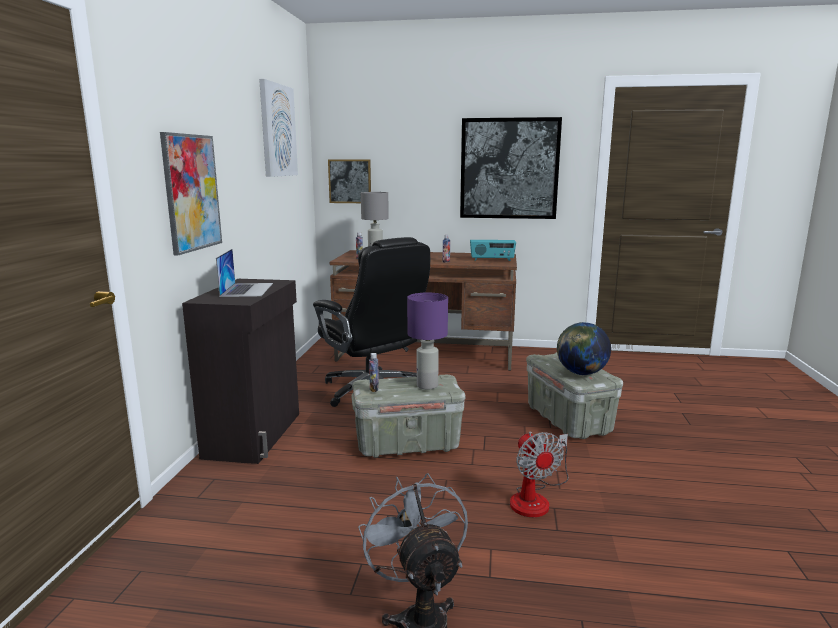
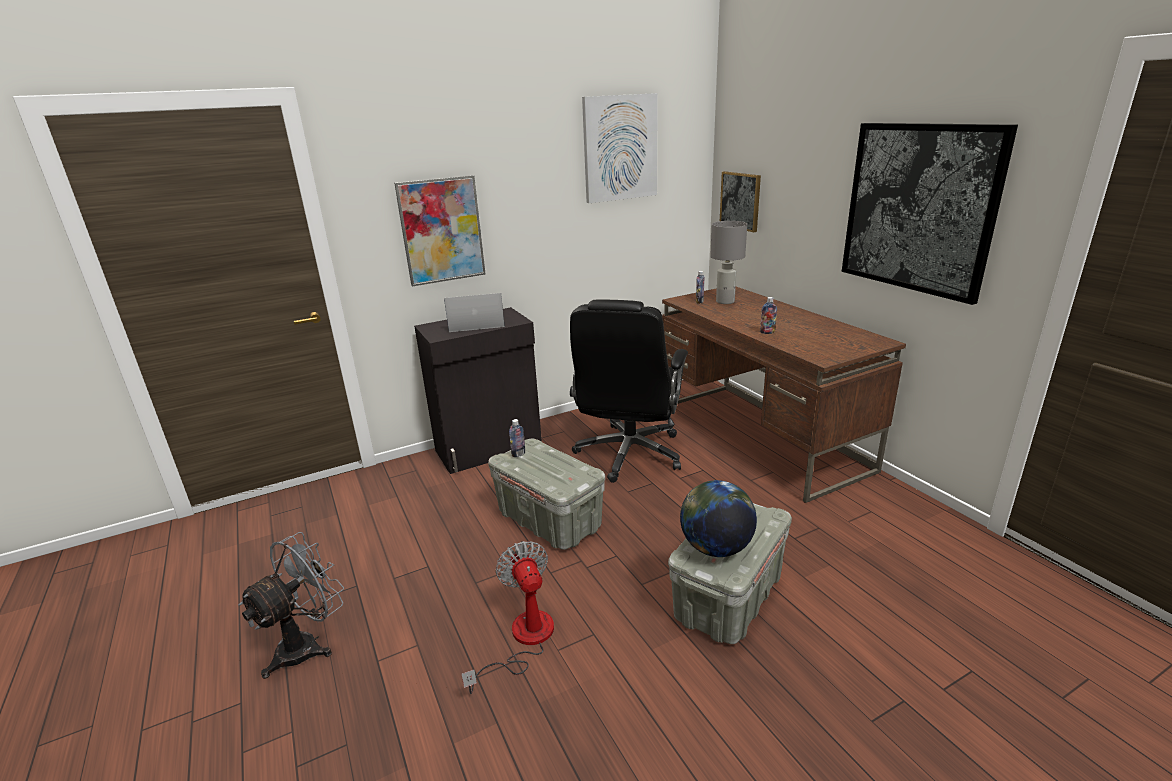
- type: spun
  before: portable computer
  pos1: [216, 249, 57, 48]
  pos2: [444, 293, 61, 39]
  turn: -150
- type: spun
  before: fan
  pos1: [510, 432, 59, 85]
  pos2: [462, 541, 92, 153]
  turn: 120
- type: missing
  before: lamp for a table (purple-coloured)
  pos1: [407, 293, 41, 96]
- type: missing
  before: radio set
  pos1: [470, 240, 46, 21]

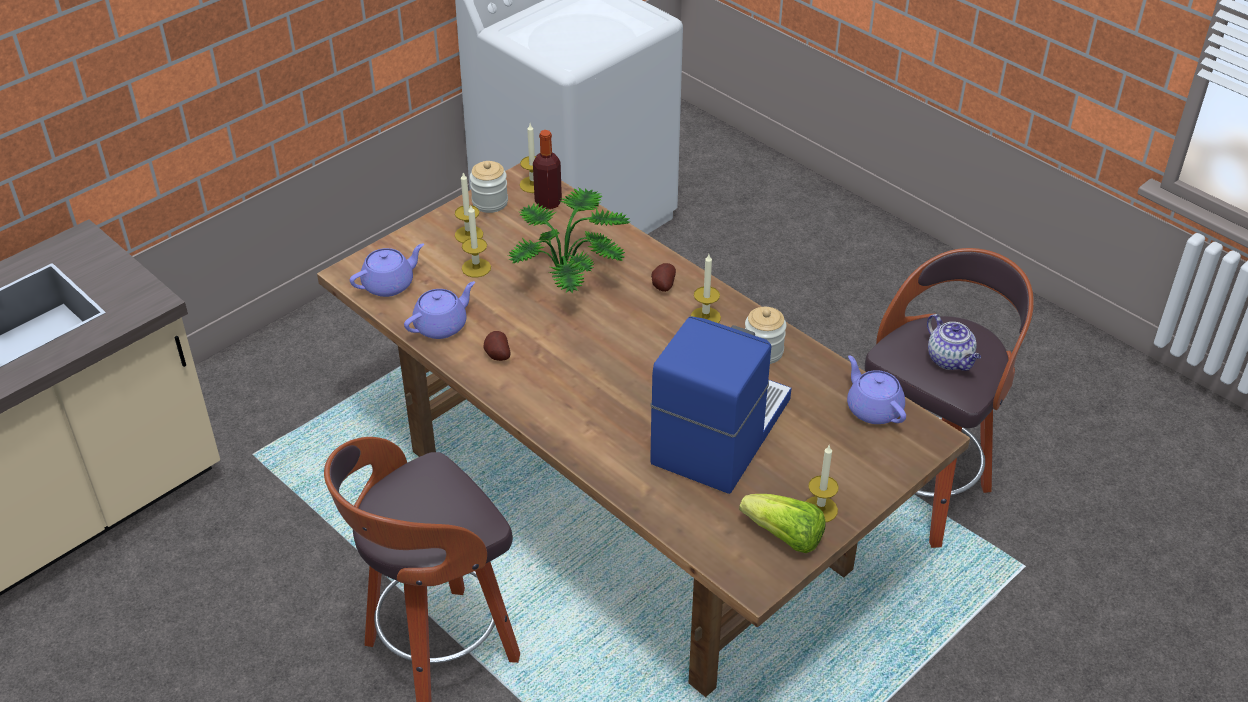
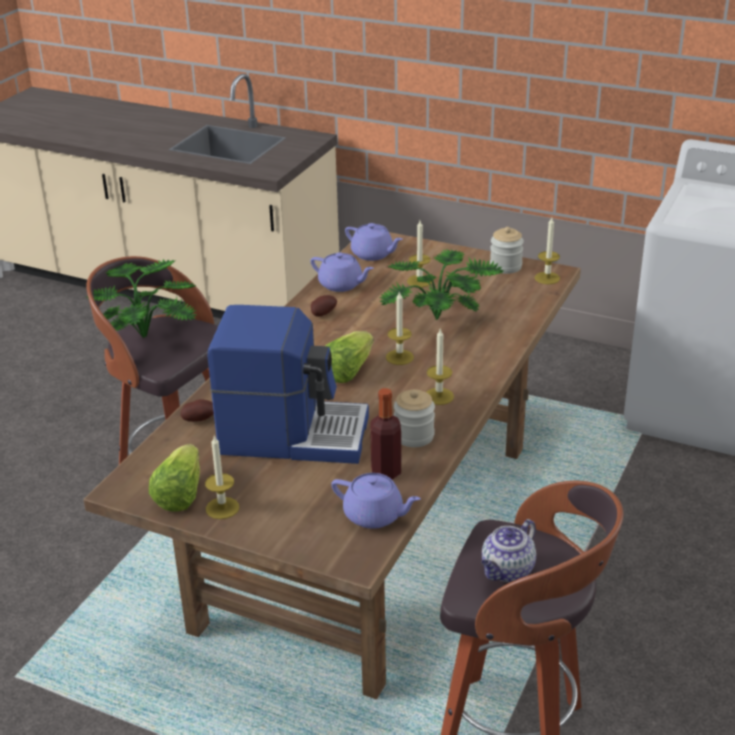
- type: appeared
  after: plant in a pot
  pos2: [87, 259, 110, 79]
- type: relocated
  before: whole potato
  pos1: [651, 263, 25, 29]
  pos2: [181, 399, 33, 23]
- type: appeared
  after: lettuce head
  pos2: [325, 331, 49, 52]
- type: spun
  before: teapot (purple-coloured)
  pos1: [847, 356, 59, 68]
  pos2: [331, 473, 90, 56]
  turn: 75
- type: relocated
  before: bottle
  pos1: [533, 130, 29, 79]
  pos2: [370, 388, 31, 92]
- type: relocated
  before: wax candle
  pos1: [455, 172, 28, 71]
  pos2: [386, 291, 28, 74]

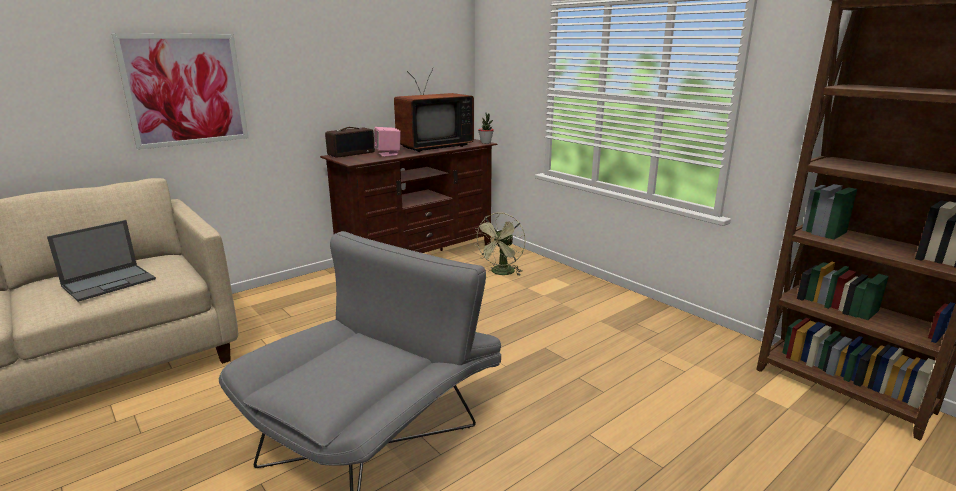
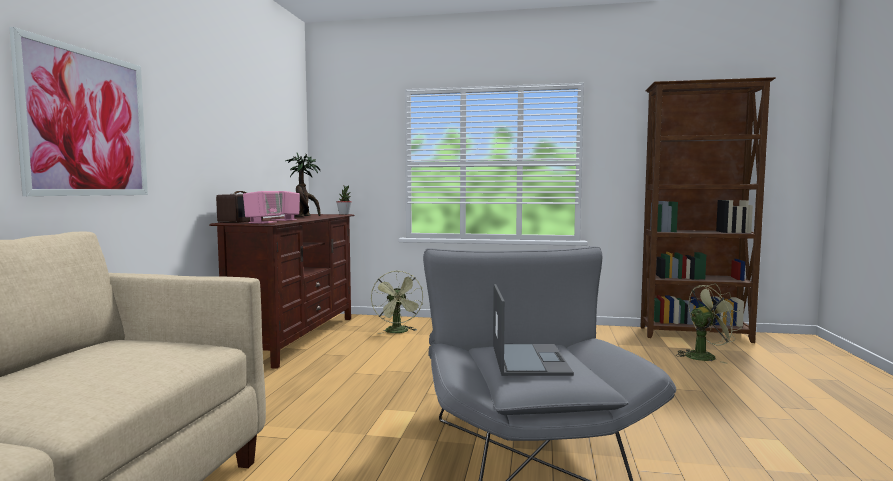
- type: appeared
  after: speaker (pink)
  pos2: [243, 191, 38, 32]
- type: exchanged
  before: television
  after: plant in a pot
  pos1: [394, 68, 80, 84]
  pos2: [286, 153, 35, 64]
- type: relocated
  before: portable computer
  pos1: [47, 220, 109, 82]
  pos2: [493, 284, 81, 92]
- type: appeared
  after: fan (green-coloured)
  pos2: [676, 284, 66, 80]

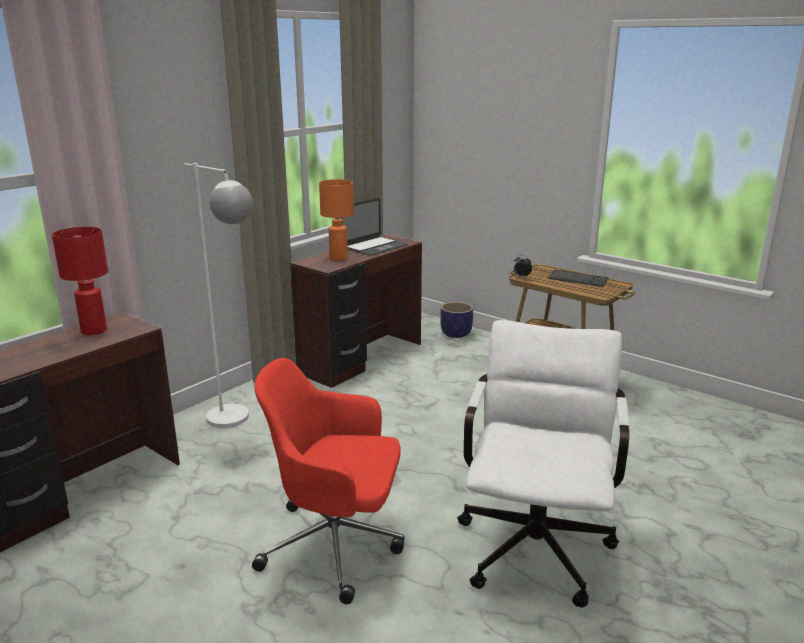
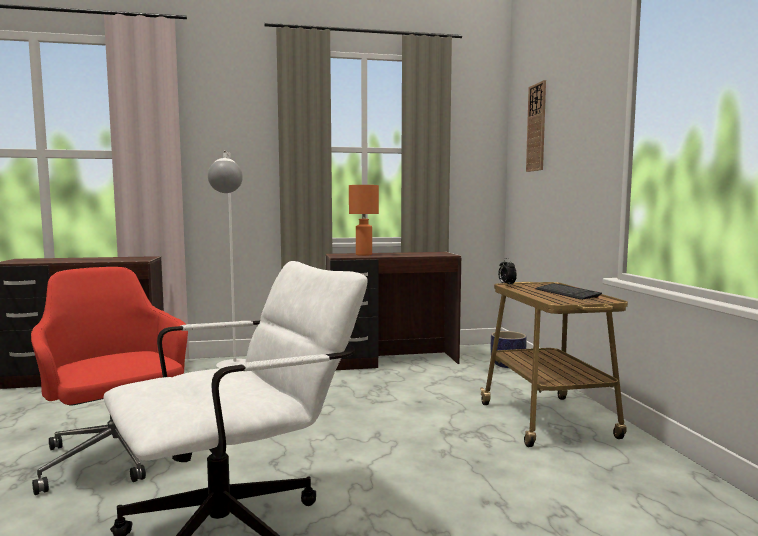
- type: appeared
  after: clock on the wall
  pos2: [526, 80, 20, 92]
- type: missing
  before: lamp for a table (red)
  pos1: [52, 227, 56, 108]
- type: missing
  before: portable computer
  pos1: [340, 198, 69, 58]

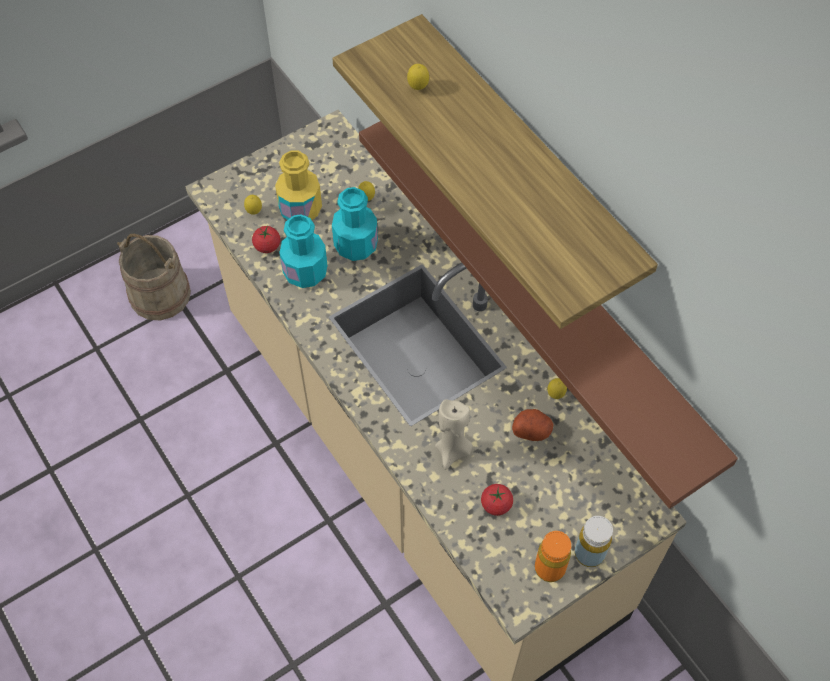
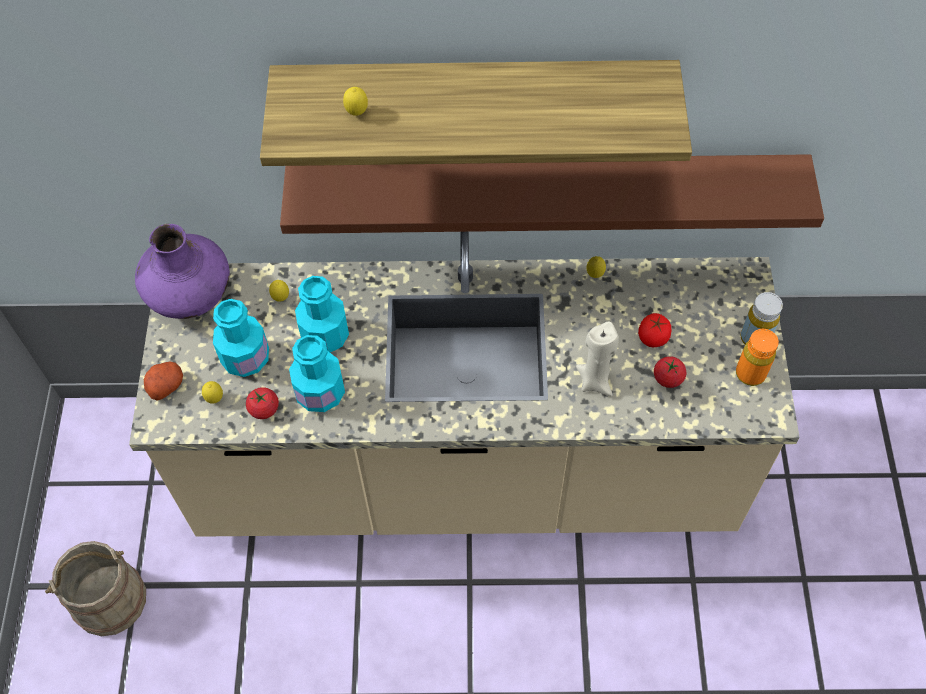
- type: appeared
  after: decorative vase (purple-coloured)
  pos2: [135, 224, 95, 95]
- type: relocated
  before: whole potato
  pos1: [512, 409, 41, 32]
  pos2: [144, 362, 39, 39]
- type: colour
  before: bottle (yellowish)
  after: bottle (turquoise)
  pos1: [275, 150, 47, 70]
  pos2: [213, 299, 56, 78]
- type: appeared
  after: tomato
  pos2: [638, 313, 33, 34]

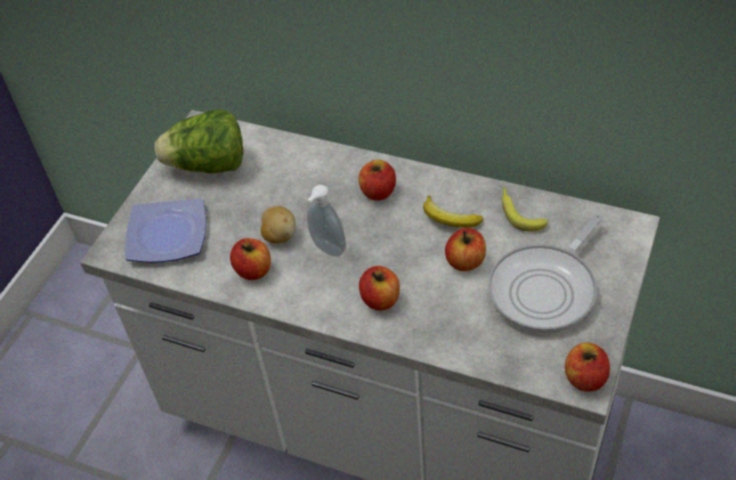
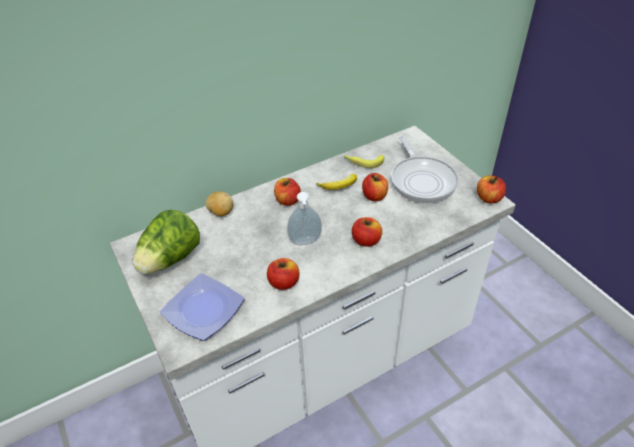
- type: relocated
  before: whole potato
  pos1: [261, 206, 35, 38]
  pos2: [205, 192, 29, 24]

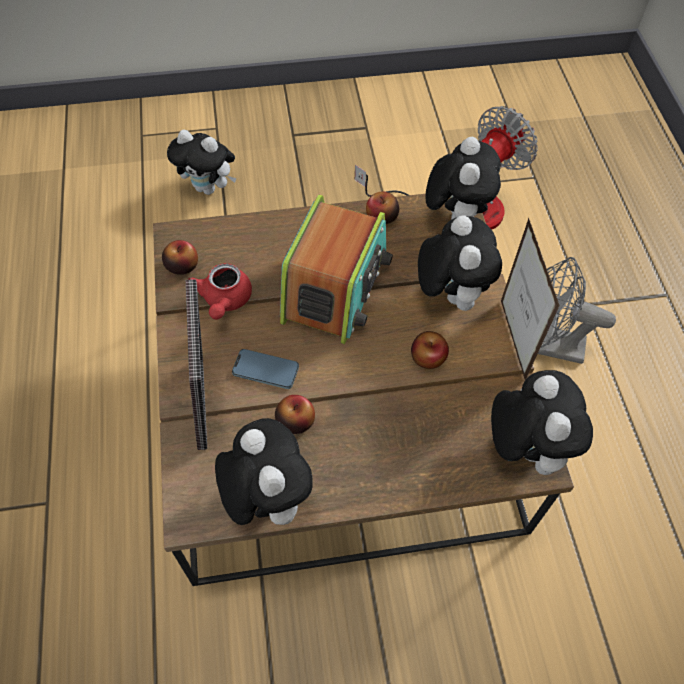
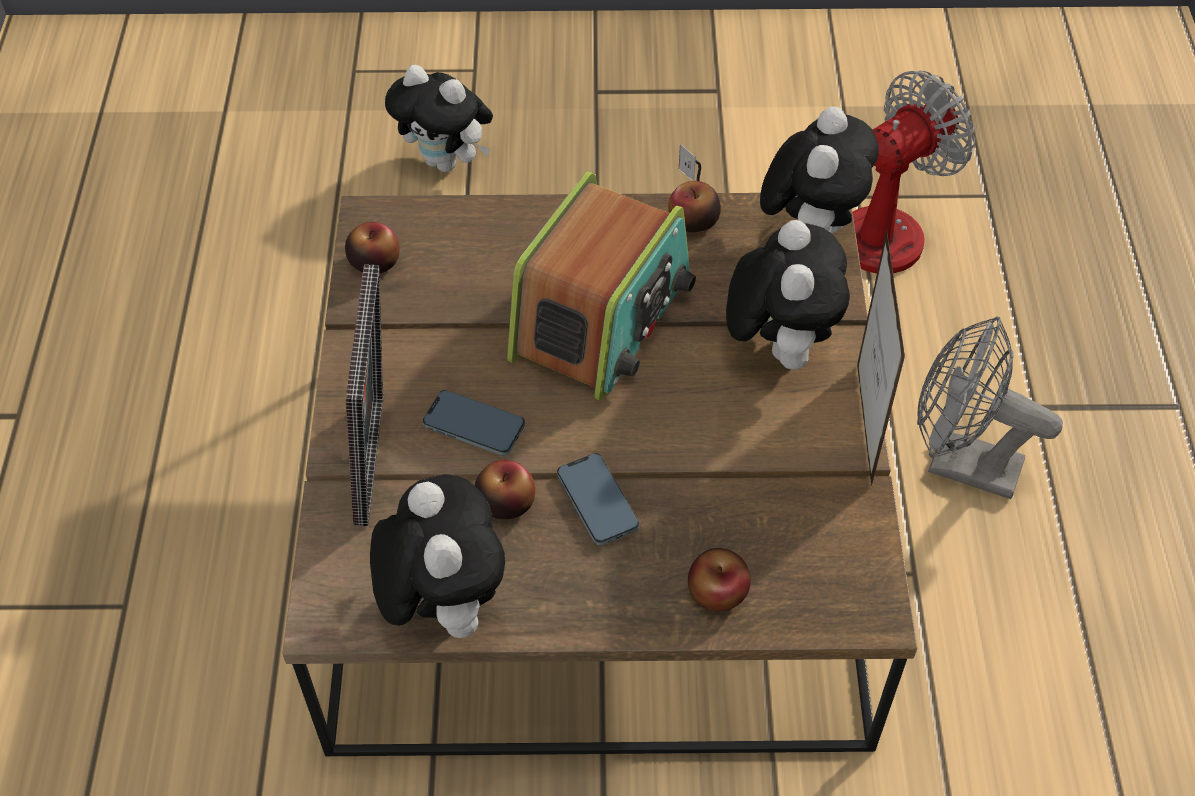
- type: appeared
  after: telephone
  pos2: [557, 453, 82, 92]
- type: relocated
  before: apple fruit
  pos1: [411, 331, 38, 38]
  pos2: [688, 548, 63, 64]
- type: missing
  before: teapot (red)
  pos1: [188, 263, 64, 57]
- type: missing
  before: soft toy
  pos1: [491, 370, 102, 105]

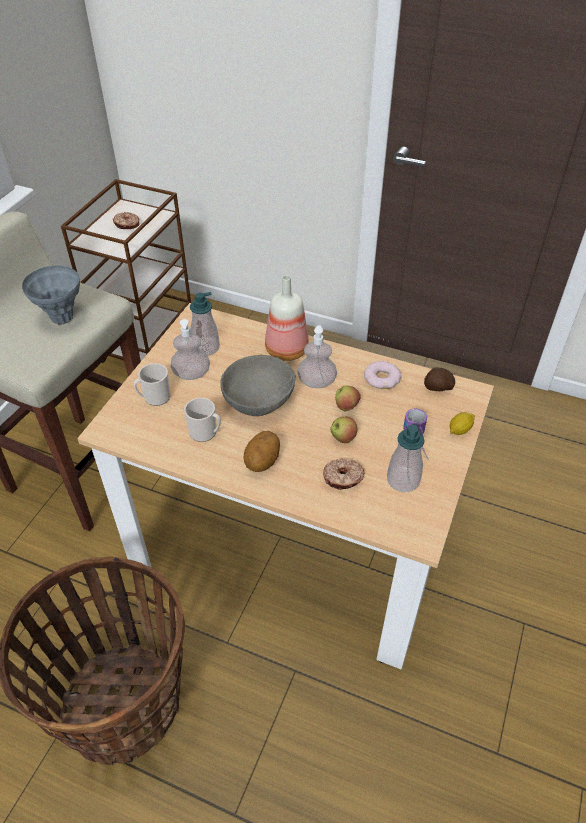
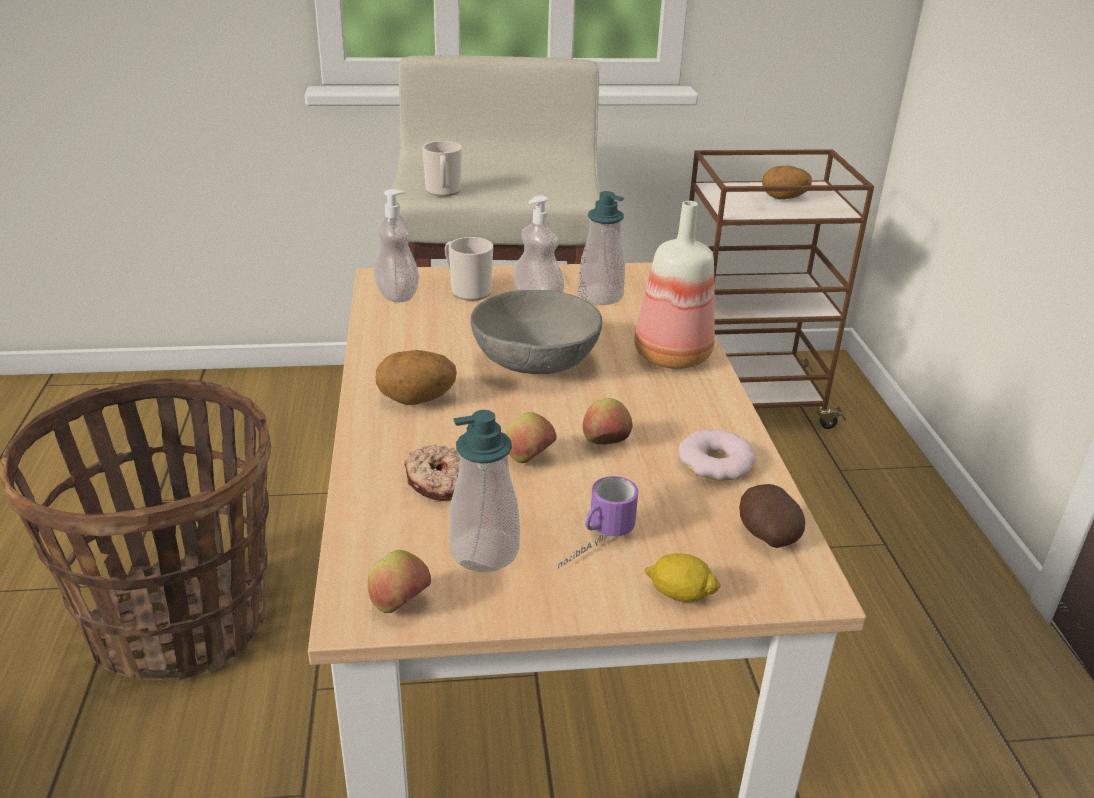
- type: appeared
  after: apple fruit
  pos2: [368, 550, 63, 63]
- type: relocated
  before: liquid soap bottle
  pos1: [297, 325, 40, 63]
  pos2: [374, 189, 45, 114]
- type: relocated
  before: mug
  pos1: [184, 398, 37, 44]
  pos2: [422, 141, 40, 56]
- type: exchanged
  before: donut
  after: whole potato
  pos1: [113, 212, 27, 17]
  pos2: [762, 165, 50, 35]
- type: missing
  before: decorative vase (grey)
  pos1: [22, 266, 58, 58]

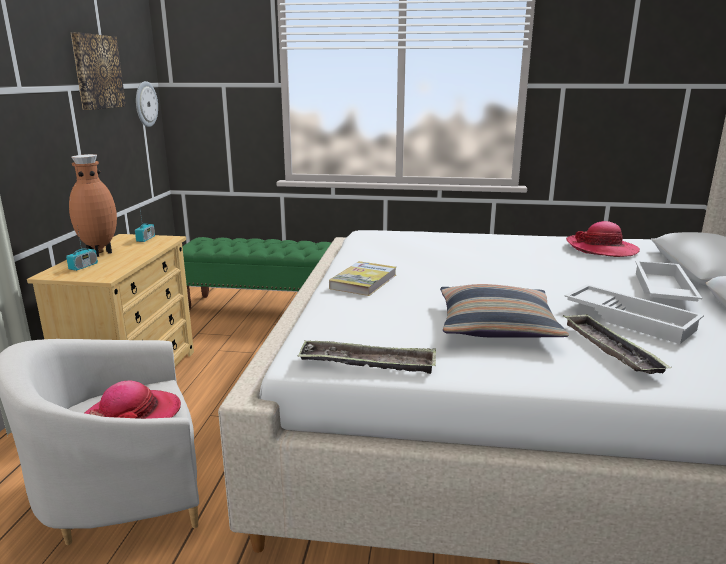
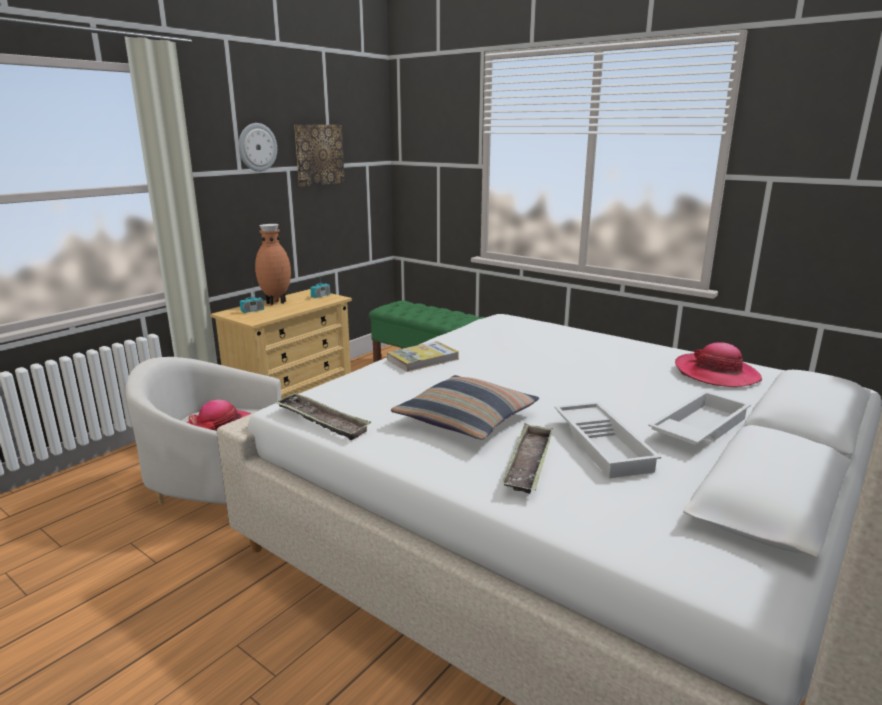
- type: relocated
  before: clock on the wall
  pos1: [136, 81, 22, 46]
  pos2: [238, 123, 39, 49]

